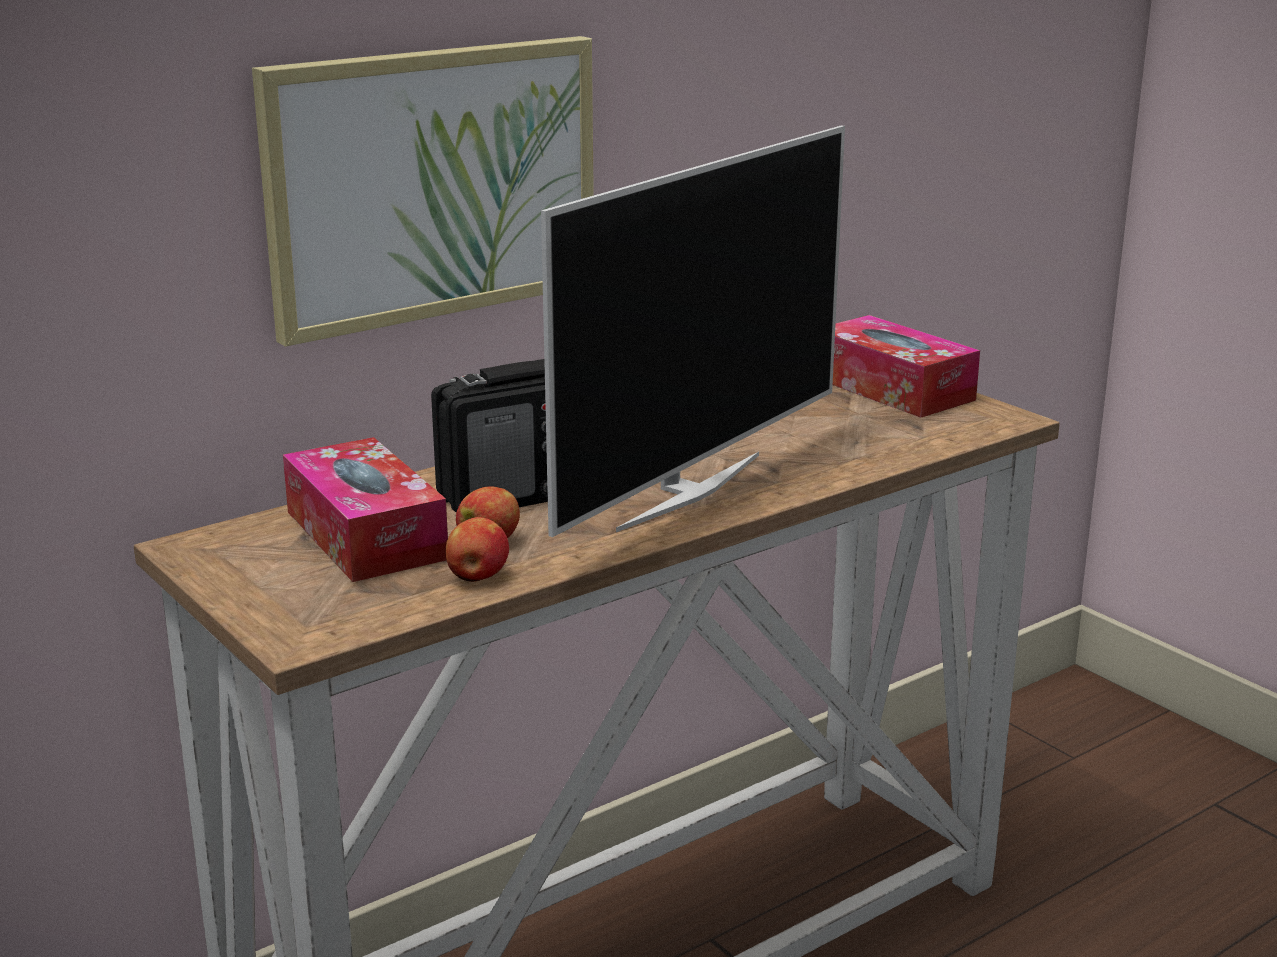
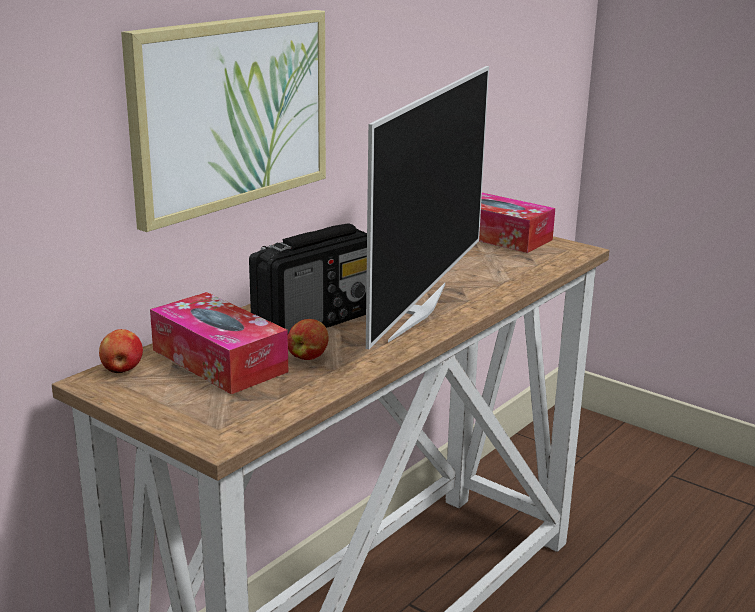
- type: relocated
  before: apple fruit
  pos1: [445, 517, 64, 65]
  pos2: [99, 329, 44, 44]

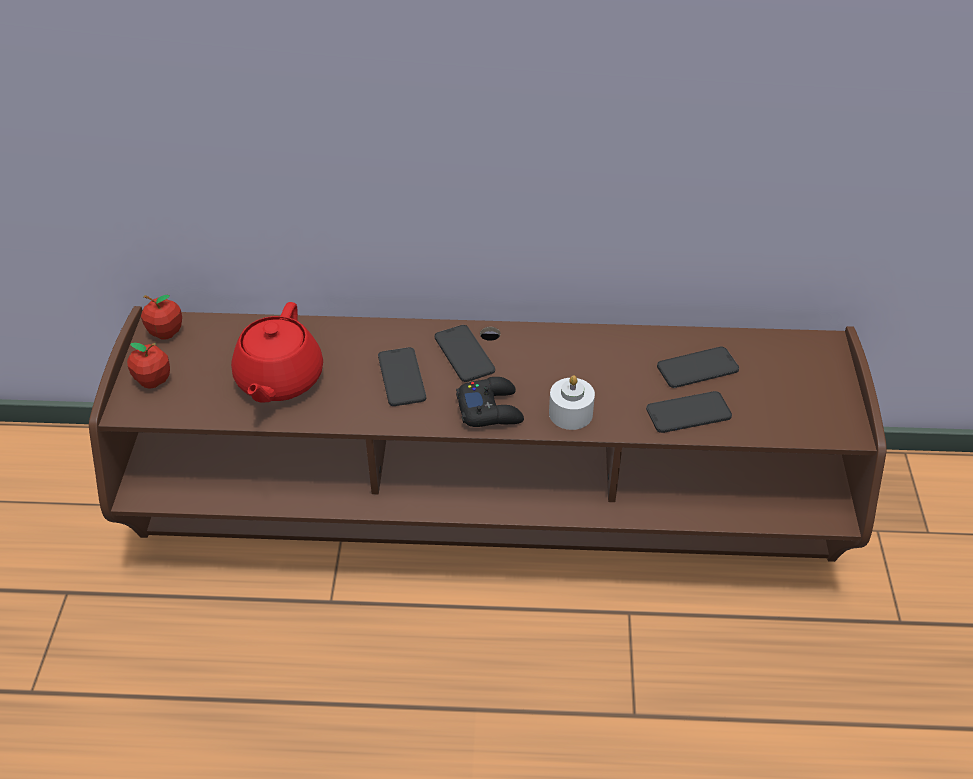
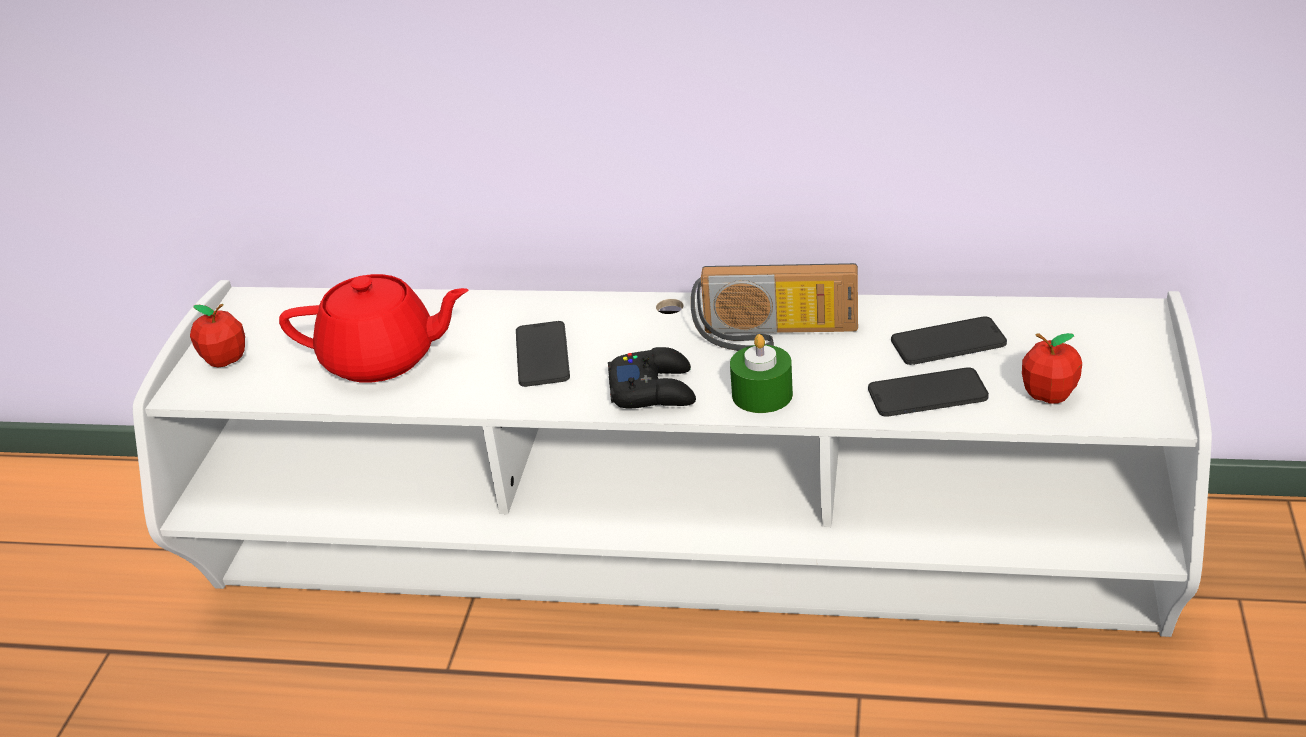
- type: colour
  before: media console (brown)
  after: media console (whitish)
  pos1: [89, 306, 798, 256]
  pos2: [133, 280, 1079, 357]
- type: spun
  before: teapot (red)
  pos1: [231, 302, 92, 101]
  pos2: [279, 274, 189, 109]
  turn: -105
- type: appeared
  after: radio set
  pos2: [691, 263, 167, 88]
- type: colour
  before: wax candle (whitish)
  after: wax candle (green-coloured)
  pos1: [549, 375, 46, 55]
  pos2: [730, 334, 63, 79]
- type: relocated
  before: apple fruit
  pos1: [141, 295, 41, 44]
  pos2: [1022, 333, 60, 71]
- type: missing
  before: telephone
  pos1: [435, 325, 60, 57]

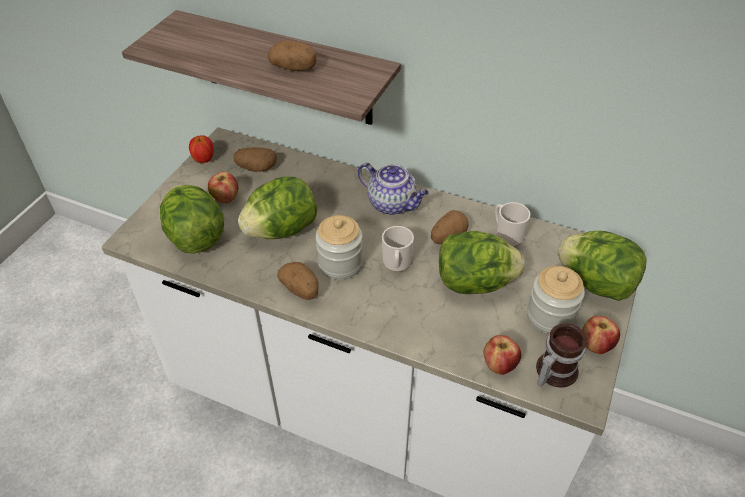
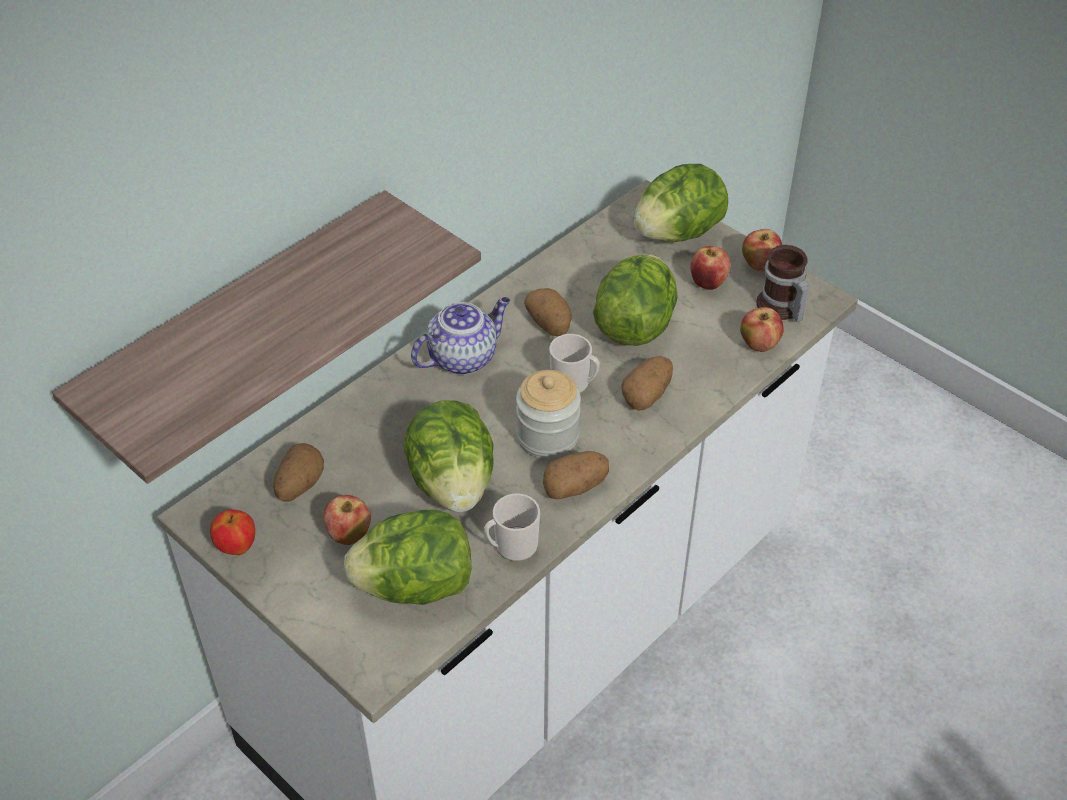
- type: relocated
  before: mug
  pos1: [495, 202, 35, 45]
  pos2: [484, 494, 56, 68]
- type: relocated
  before: whole potato
  pos1: [268, 41, 49, 30]
  pos2: [621, 356, 52, 55]
- type: exchanged
  before: preserve jar
  after: apple fruit
  pos1: [527, 266, 58, 68]
  pos2: [690, 246, 41, 44]

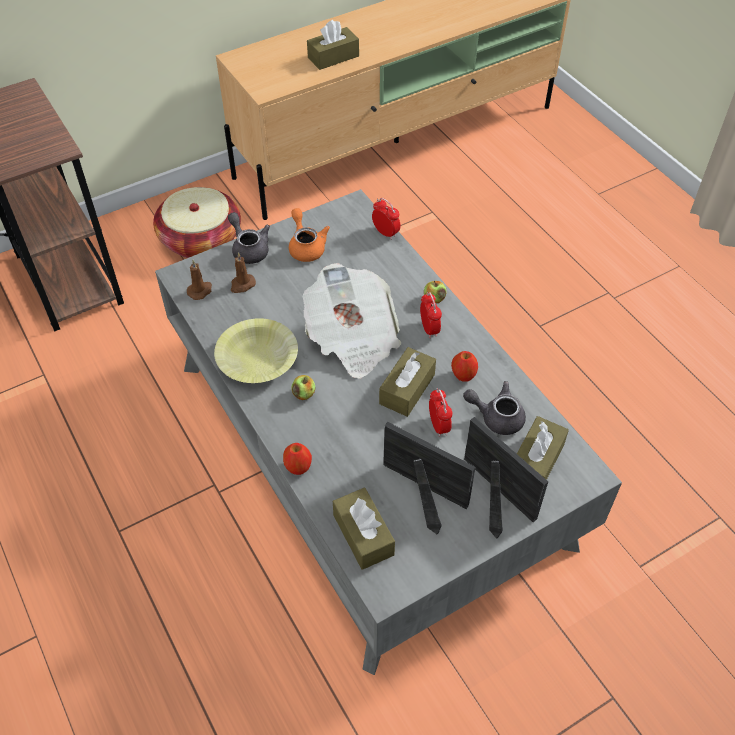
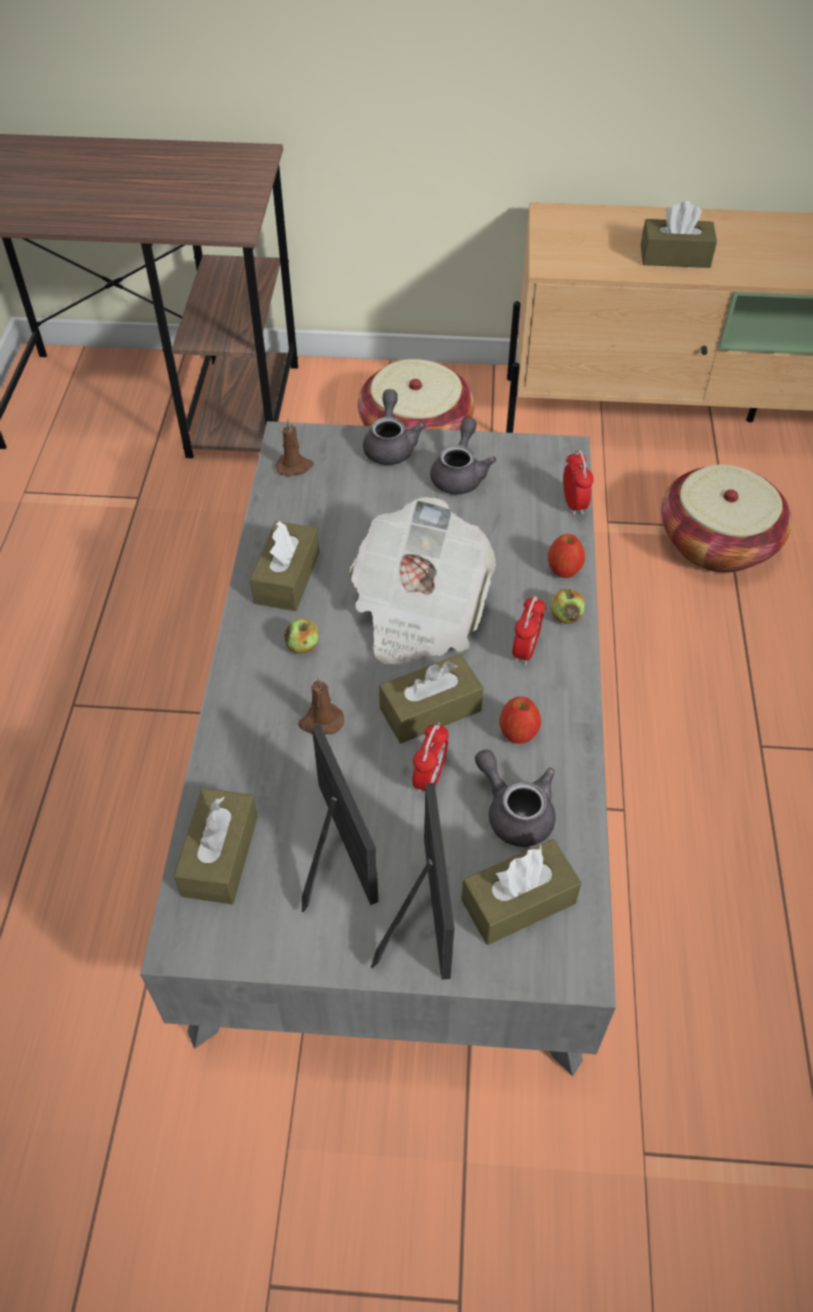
- type: exchanged
  before: serving bowl (yellowish)
  after: tissue holder (brown)
  pos1: [214, 318, 84, 65]
  pos2: [250, 521, 69, 90]
- type: relocated
  before: wax candle (brown)
  pos1: [231, 252, 25, 41]
  pos2: [298, 677, 46, 58]
- type: colour
  before: teapot (orangey)
  after: teapot (grey)
  pos1: [289, 208, 41, 54]
  pos2: [430, 417, 66, 77]
- type: relocated
  before: apple fruit
  pos1: [283, 443, 29, 32]
  pos2: [548, 534, 37, 44]
- type: appeared
  after: household basket
  pos2: [661, 464, 131, 109]

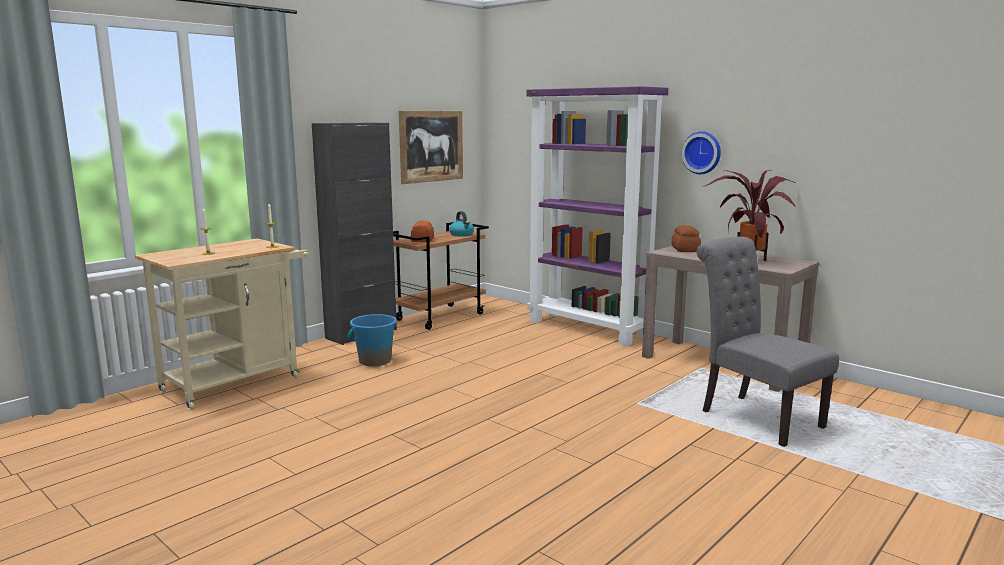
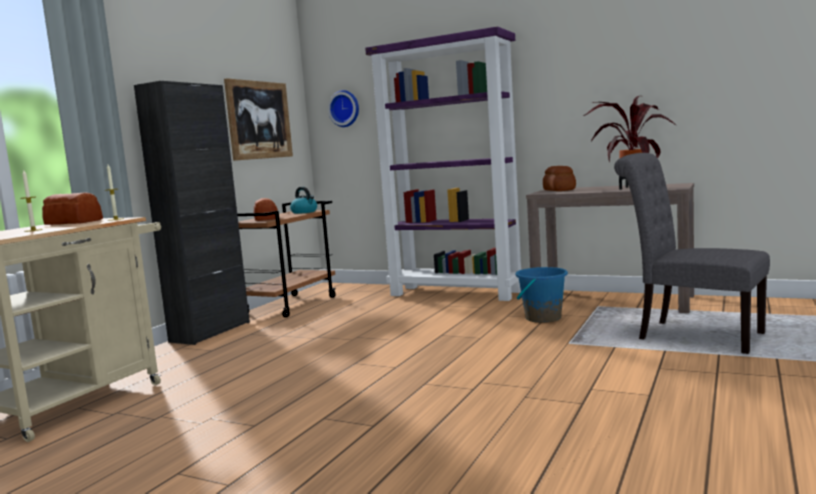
- type: appeared
  after: baked bread
  pos2: [42, 192, 61, 33]
- type: relocated
  before: clock on the wall
  pos1: [682, 131, 39, 43]
  pos2: [328, 90, 31, 37]
- type: relocated
  before: water bucket (bluish)
  pos1: [348, 314, 49, 52]
  pos2: [515, 267, 53, 56]

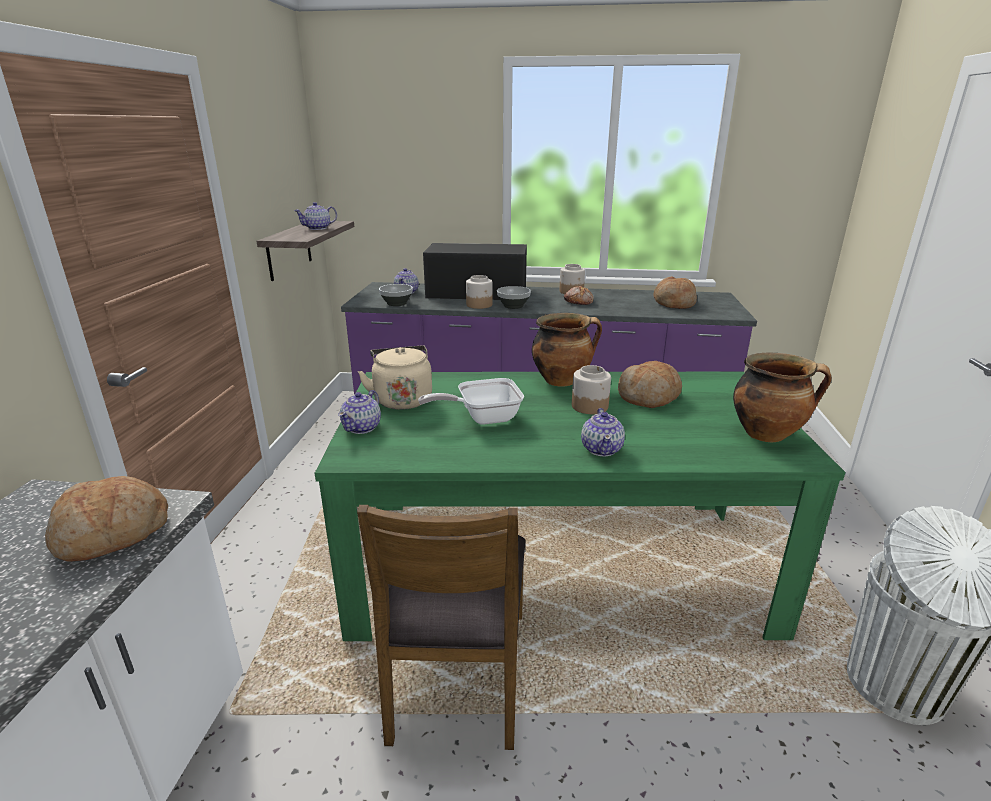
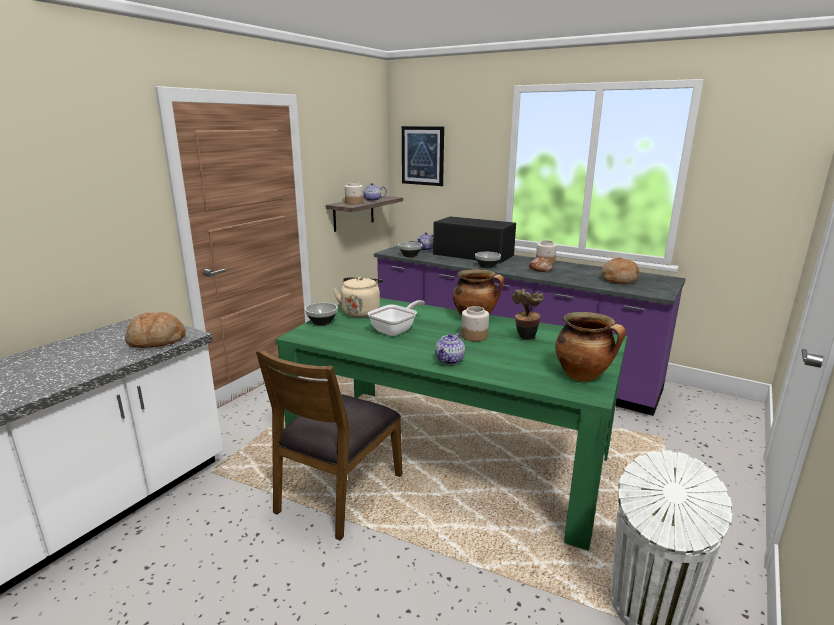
- type: exchanged
  before: teapot
  after: serving bowl
  pos1: [338, 390, 43, 44]
  pos2: [305, 303, 33, 22]
- type: relocated
  before: preserve jar
  pos1: [466, 275, 27, 34]
  pos2: [345, 182, 18, 22]
- type: spun
  before: skillet
  pos1: [418, 378, 106, 47]
  pos2: [367, 300, 58, 36]
  turn: 120
- type: appeared
  after: wall art
  pos2: [402, 126, 42, 60]
- type: exchanged
  before: baked bread
  after: plant in a pot
  pos1: [618, 361, 64, 47]
  pos2: [512, 289, 32, 51]

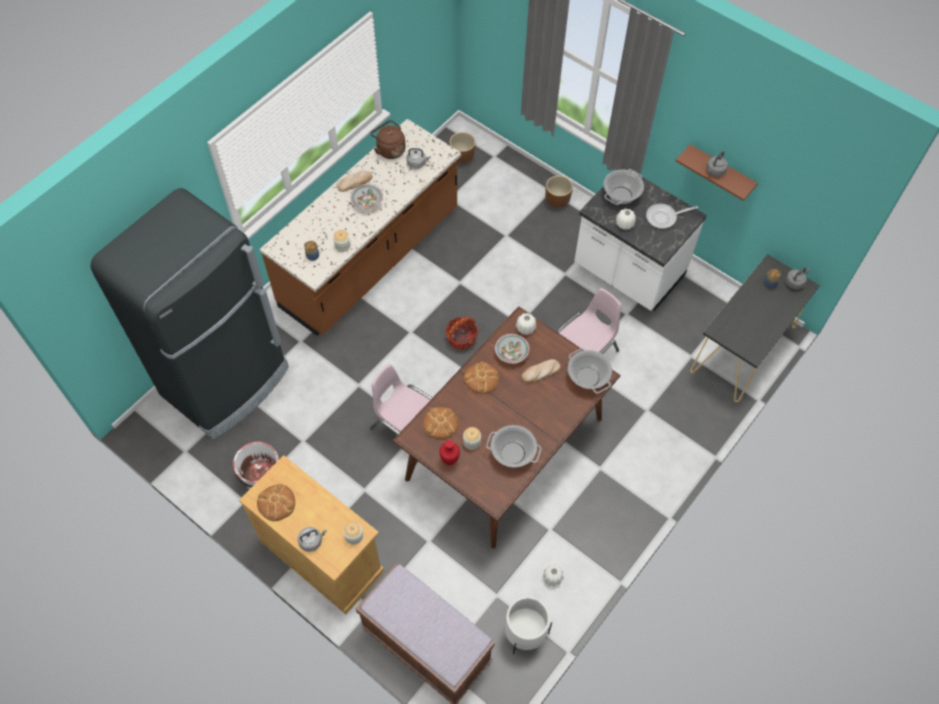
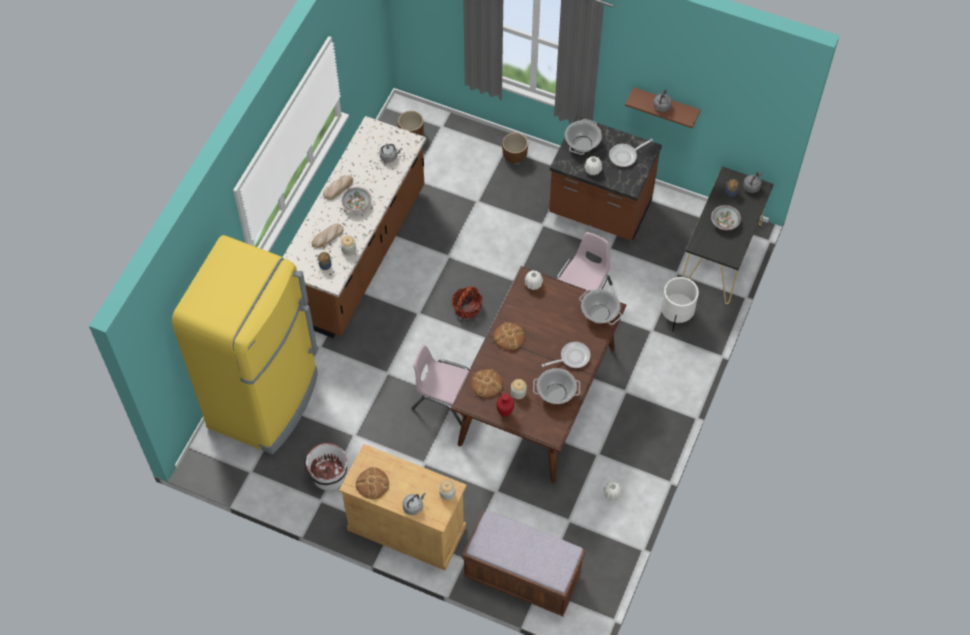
- type: colour
  before: refrigerator (black)
  after: refrigerator (yellowish)
  pos1: [90, 188, 199, 251]
  pos2: [172, 235, 146, 219]
- type: relocated
  before: baked bread
  pos1: [521, 359, 40, 23]
  pos2: [312, 224, 32, 24]
- type: appeared
  after: skillet
  pos2: [542, 342, 49, 26]
- type: colour
  before: counter (whitish)
  after: counter (brown)
  pos1: [574, 166, 133, 145]
  pos2: [549, 116, 113, 125]
- type: relocated
  before: plant pot (whitish)
  pos1: [505, 596, 47, 58]
  pos2: [661, 277, 38, 55]
- type: relocated
  before: serving bowl
  pos1: [495, 334, 35, 30]
  pos2: [711, 205, 30, 25]
- type: missing
  before: water kettle (brown)
  pos1: [370, 120, 35, 39]

